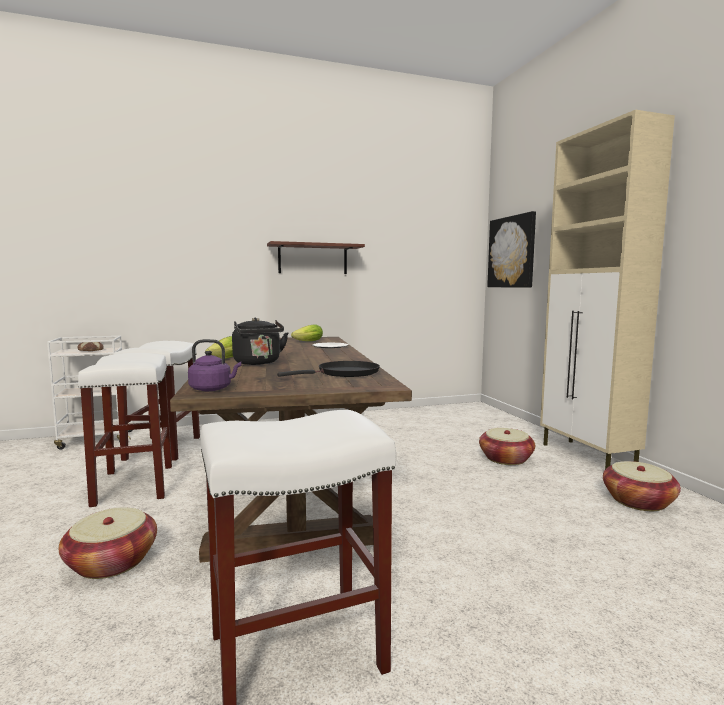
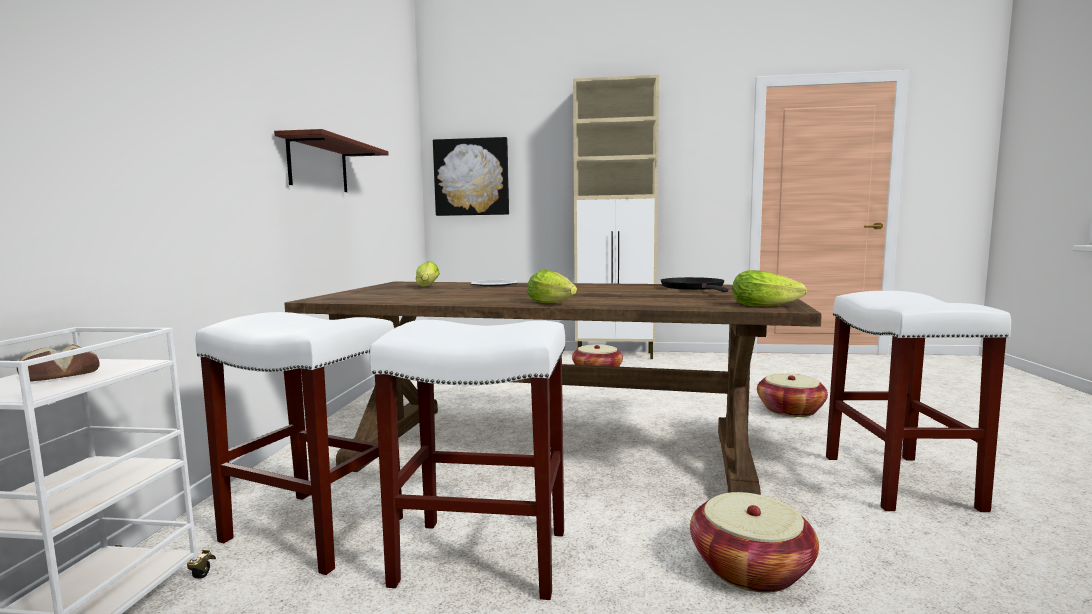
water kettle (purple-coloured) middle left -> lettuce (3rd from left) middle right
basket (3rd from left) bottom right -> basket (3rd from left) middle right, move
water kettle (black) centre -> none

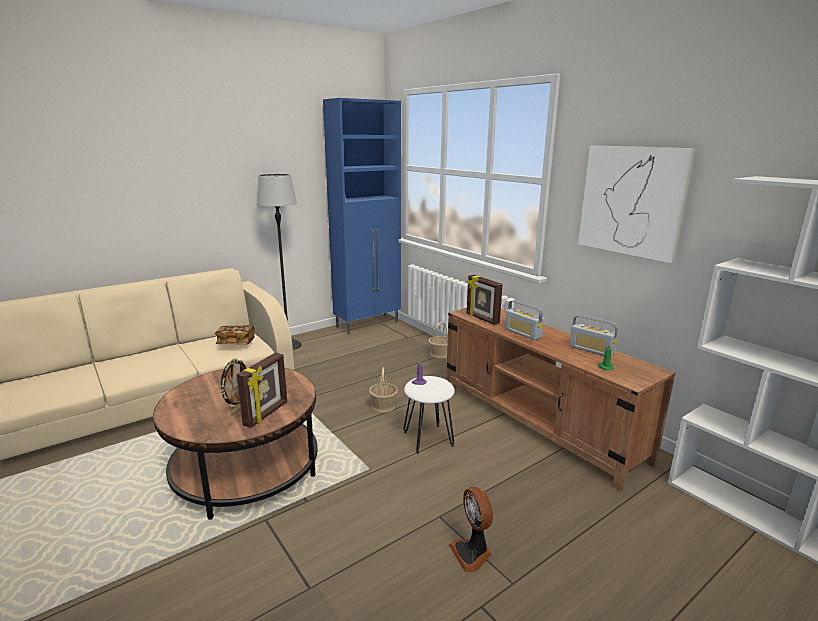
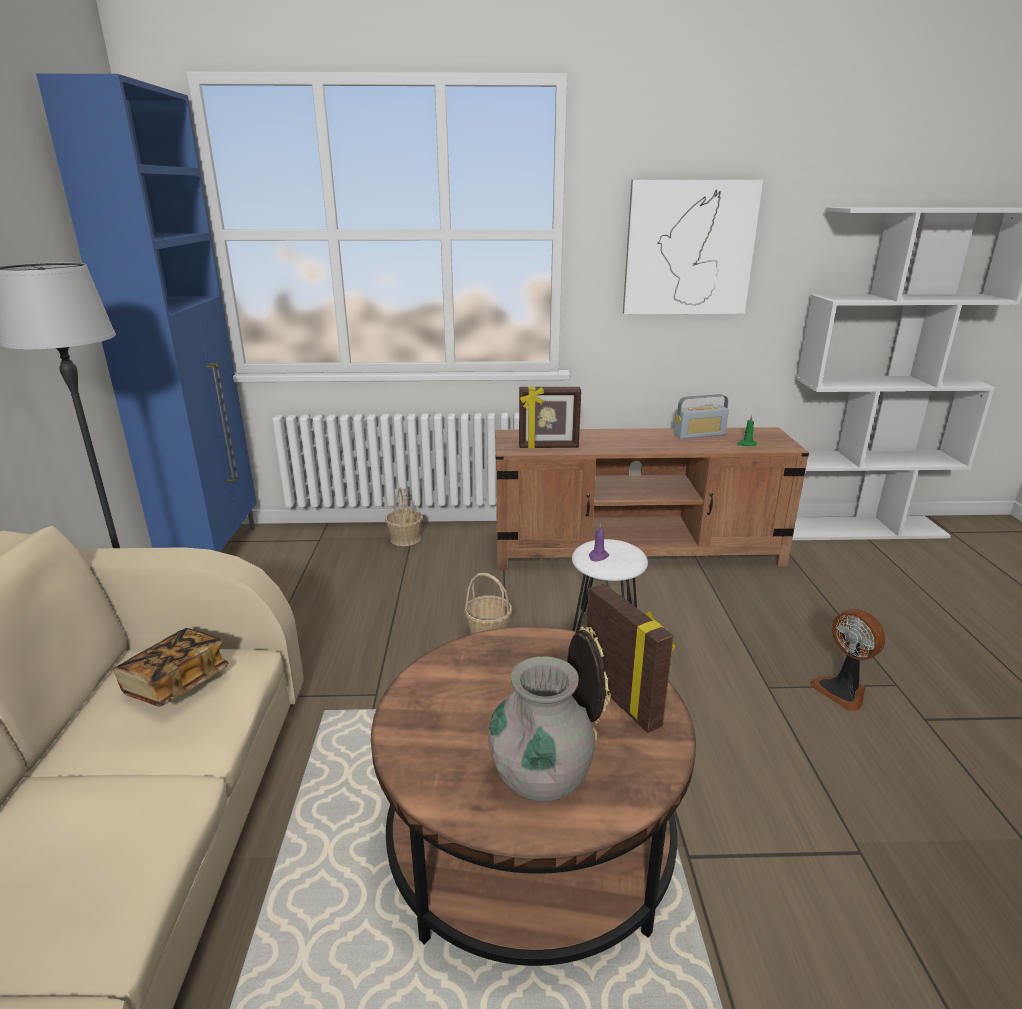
none -> decorative vase (gray) bottom centre
fan bottom centre -> fan middle right, 45 degrees clockwise
radio set (1st from left) centre -> none

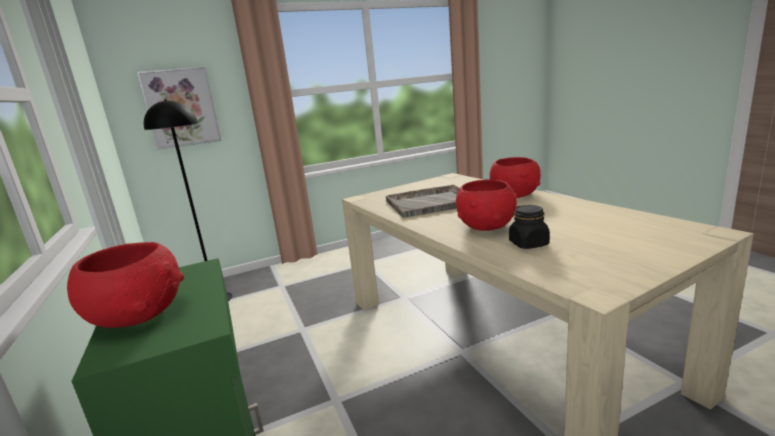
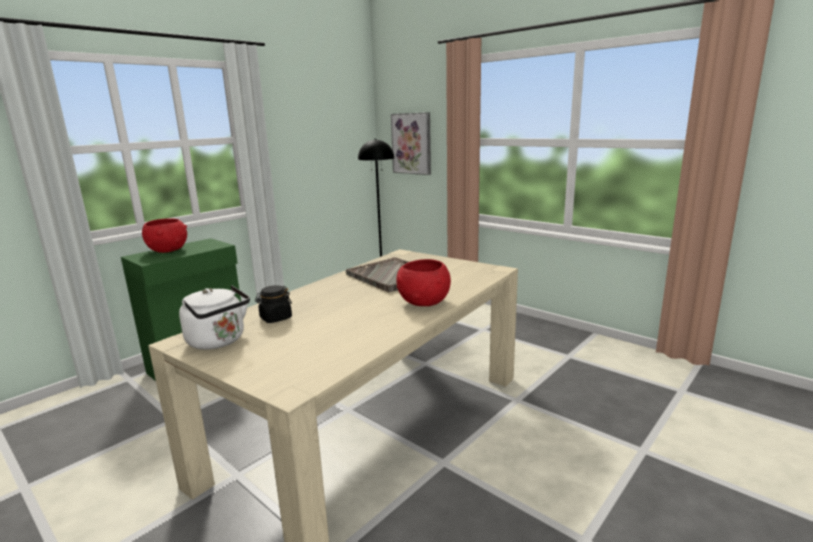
none -> water kettle (white) middle left
deep dish (red-coloured) (2nd from left) centre -> none

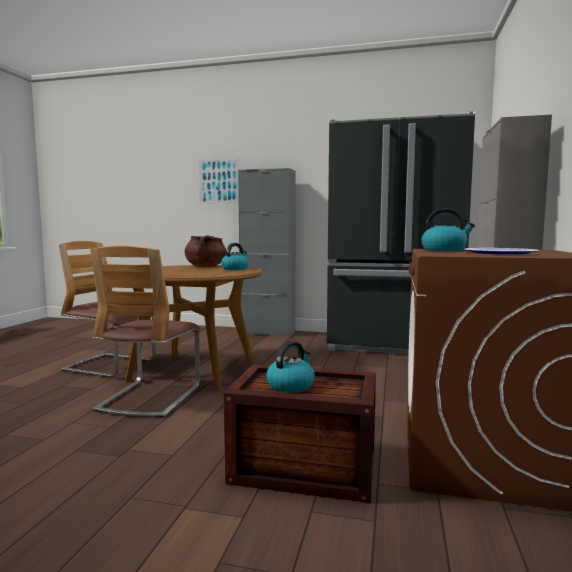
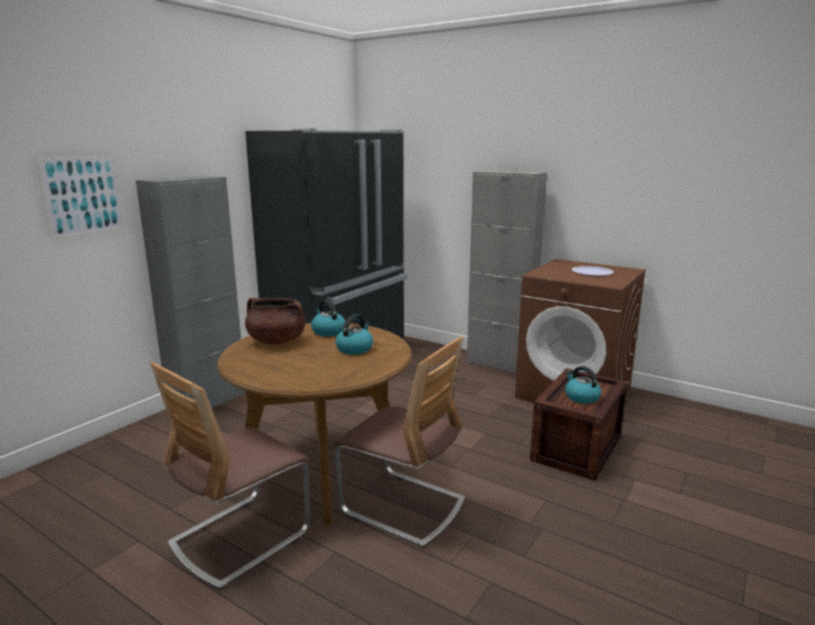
water kettle (3rd from left in the first image) middle right -> water kettle (2nd from left) centre, move

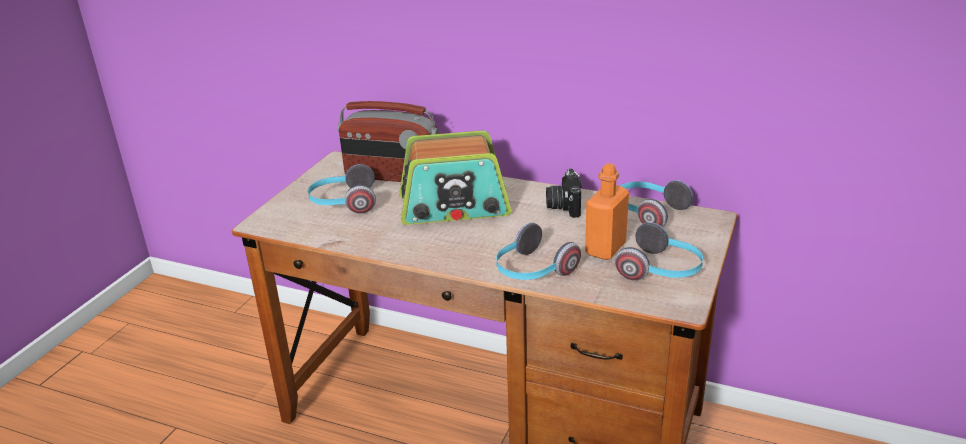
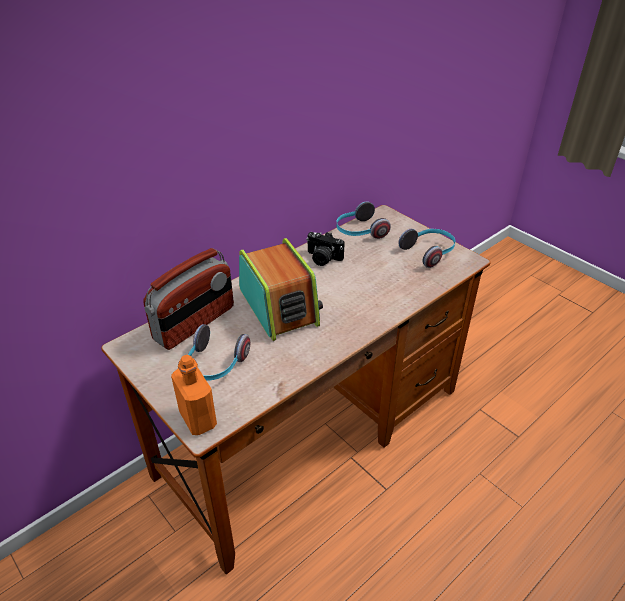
beverage bottle (orangey) centre -> beverage bottle (orangey) middle left, move
radio set (2nd from left) centre, 45 degrees counterclockwise
pair of headphones (2nd from left) centre -> none

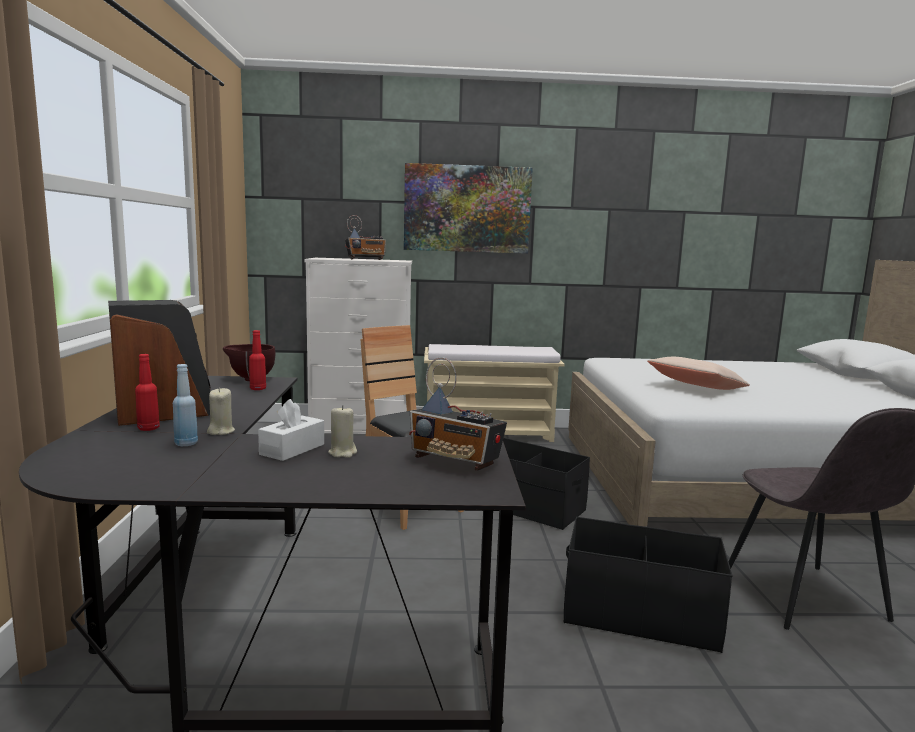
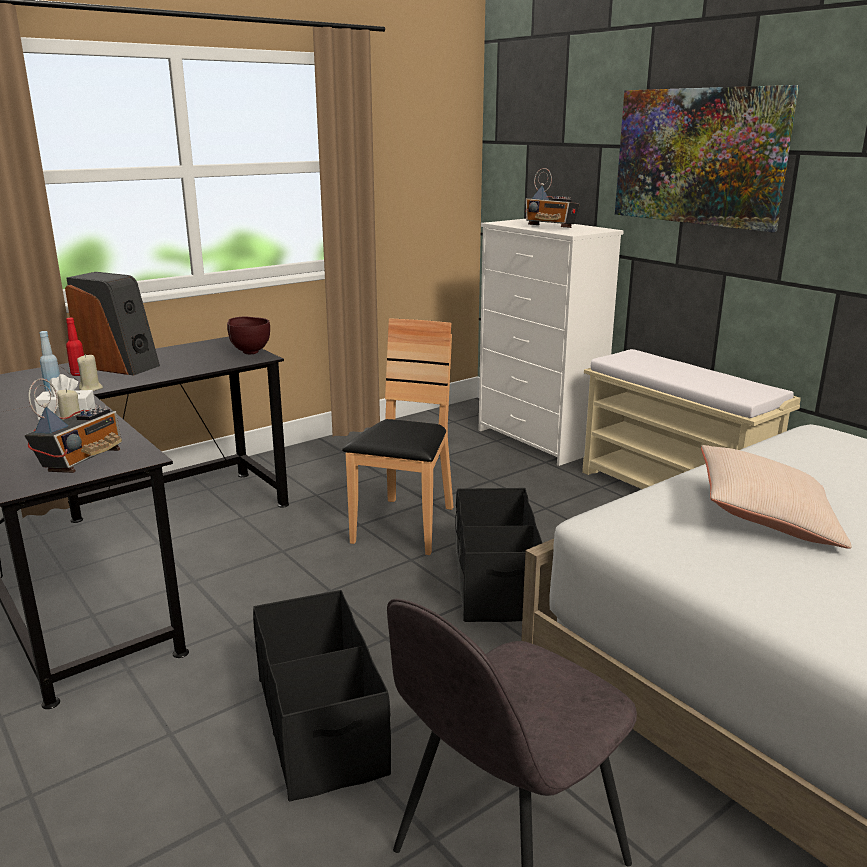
radio set (2nd from left in the first image) centre -> radio set (1st from left) middle left, 150 degrees counterclockwise
beverage bottle (red-coloured) (2nd from left) middle left -> none

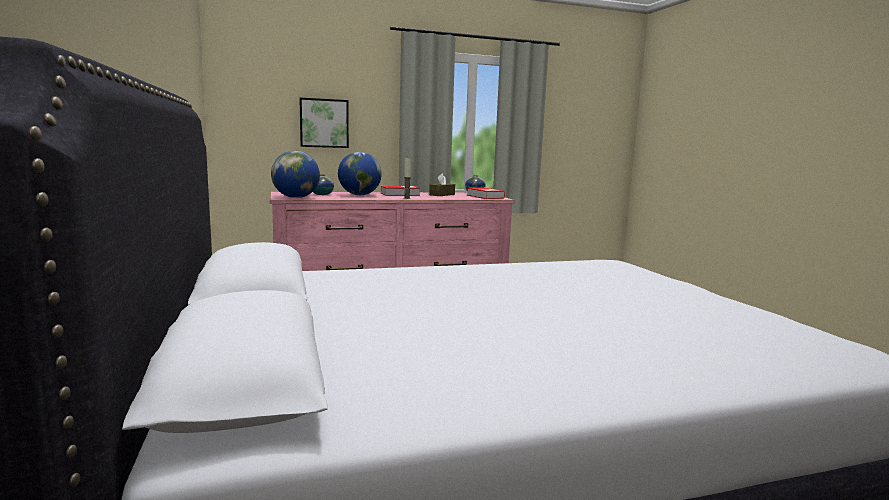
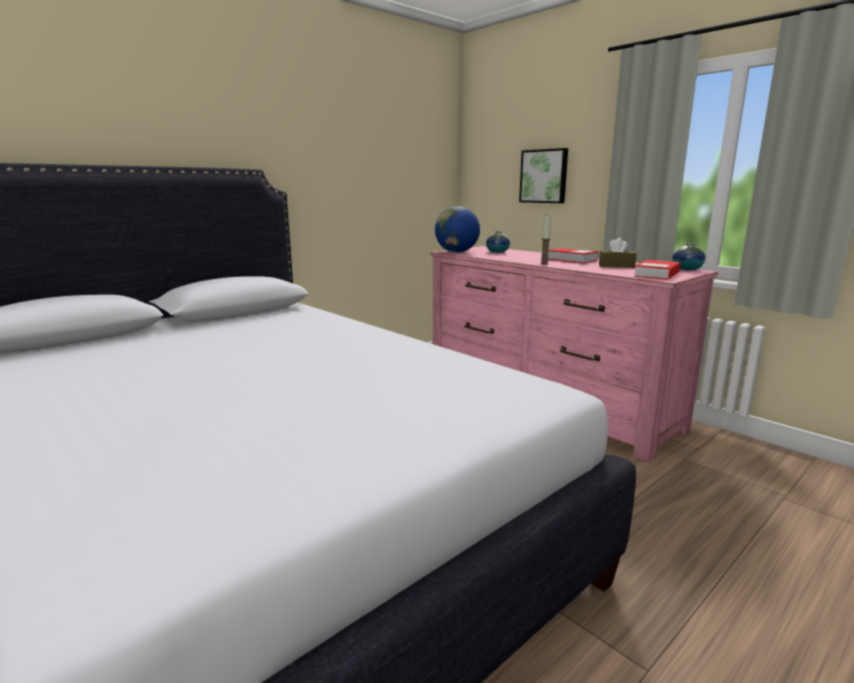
desk globe (2nd from left) centre -> none

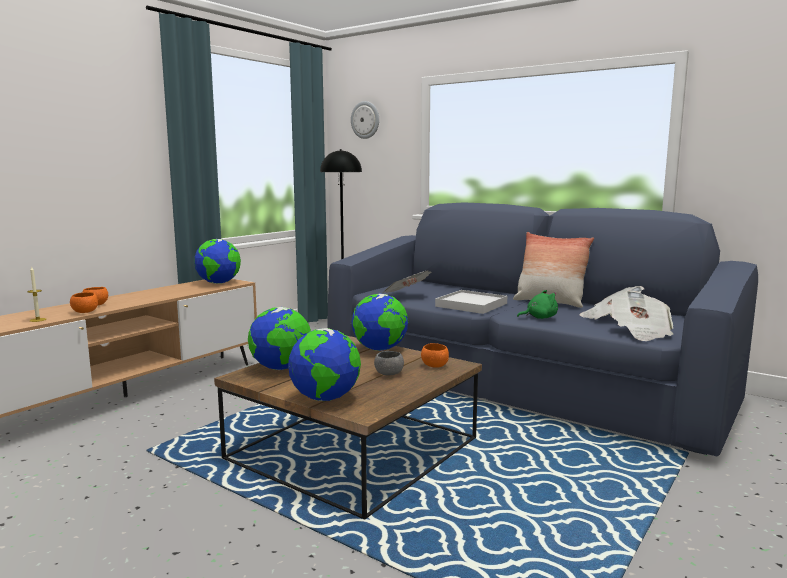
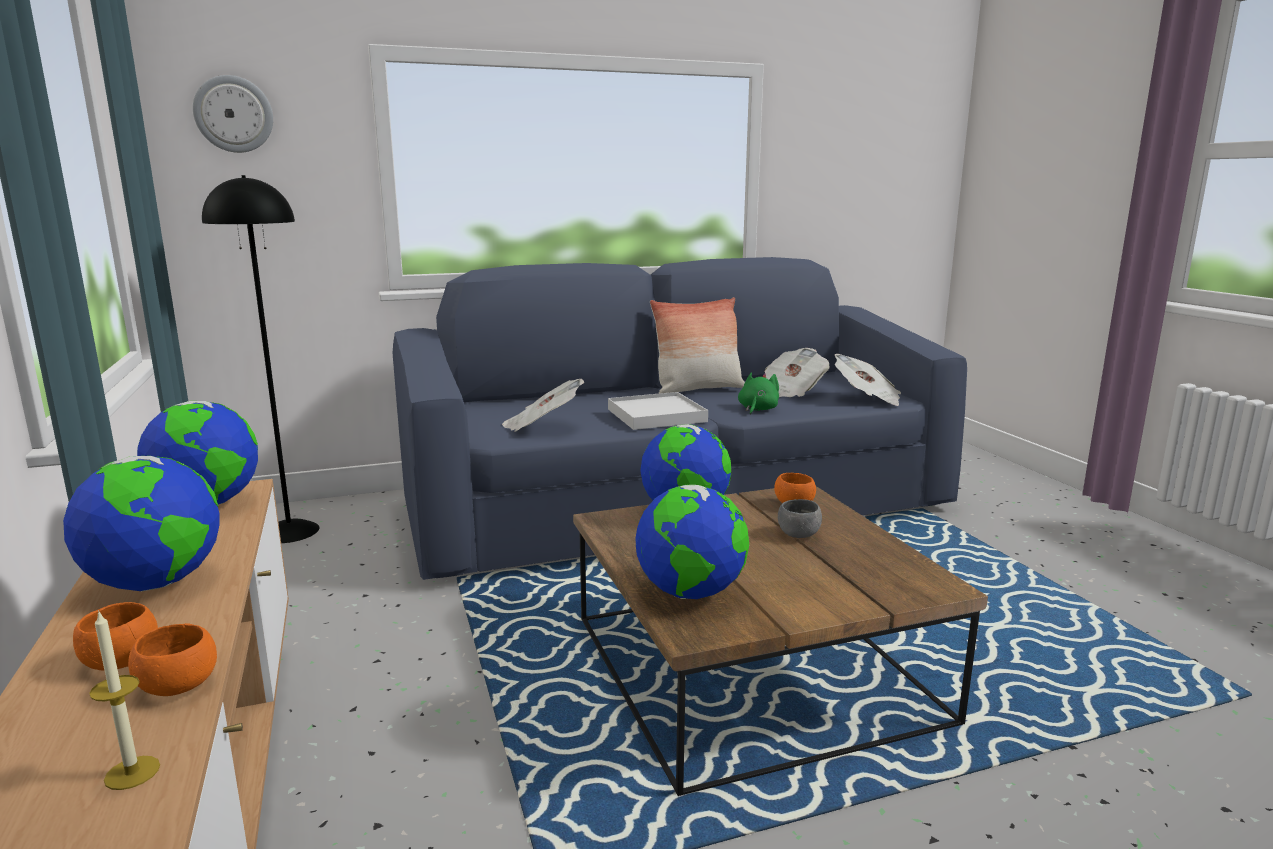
desk globe (3rd from left in the first image) centre -> desk globe (1st from left) middle left, move

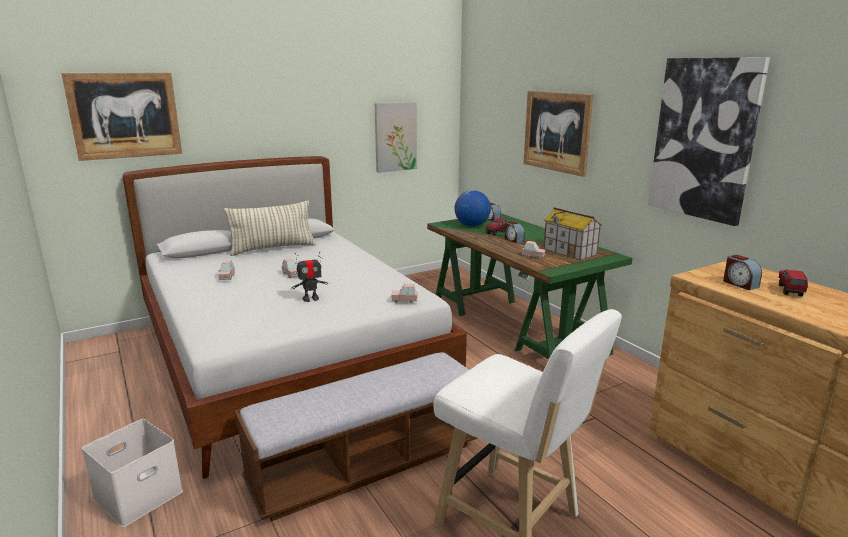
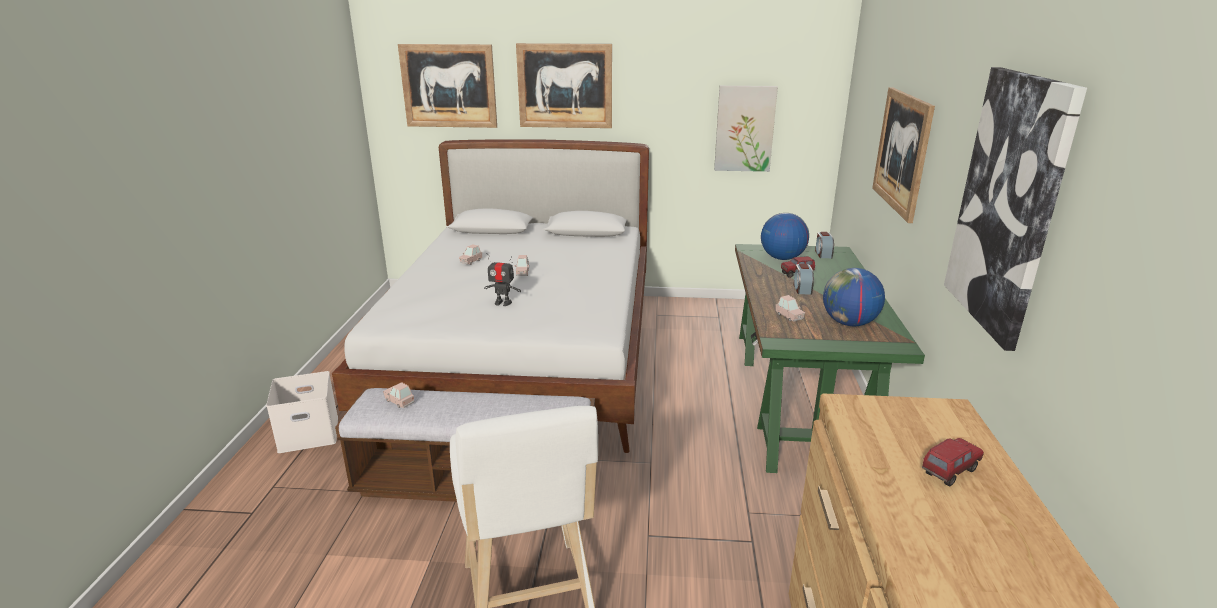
model car (pink-coloured) (3rd from left in the first image) centre -> model car (pink-coloured) (1st from left) middle left, move
none -> picture (2nd from left) top centre
model house middle right -> desk globe (2nd from left) middle right
throw pillow middle left -> none
alarm clock (3rd from left) middle right -> none

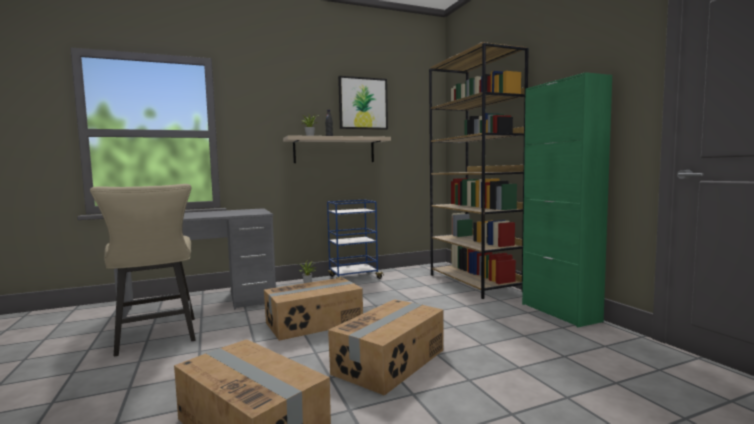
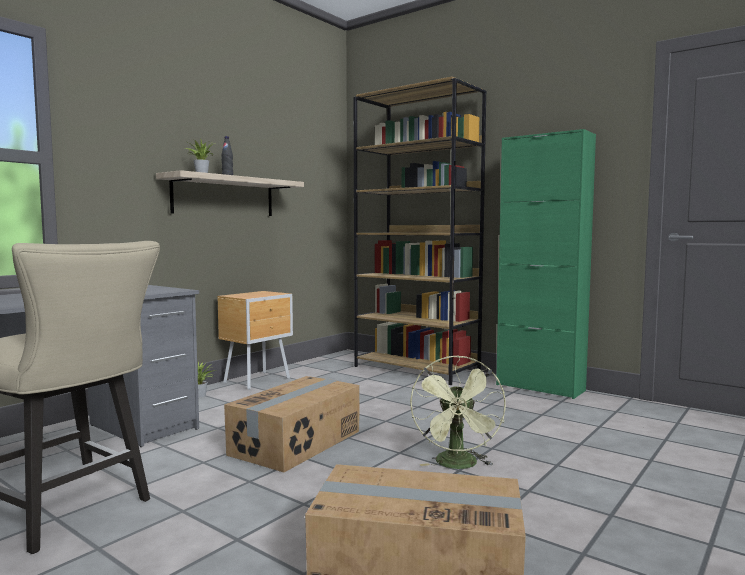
cart (bluish) centre -> nightstand (brownish) centre
cardboard box (3rd from left) bottom centre -> fan (green) bottom centre
picture top centre -> none

